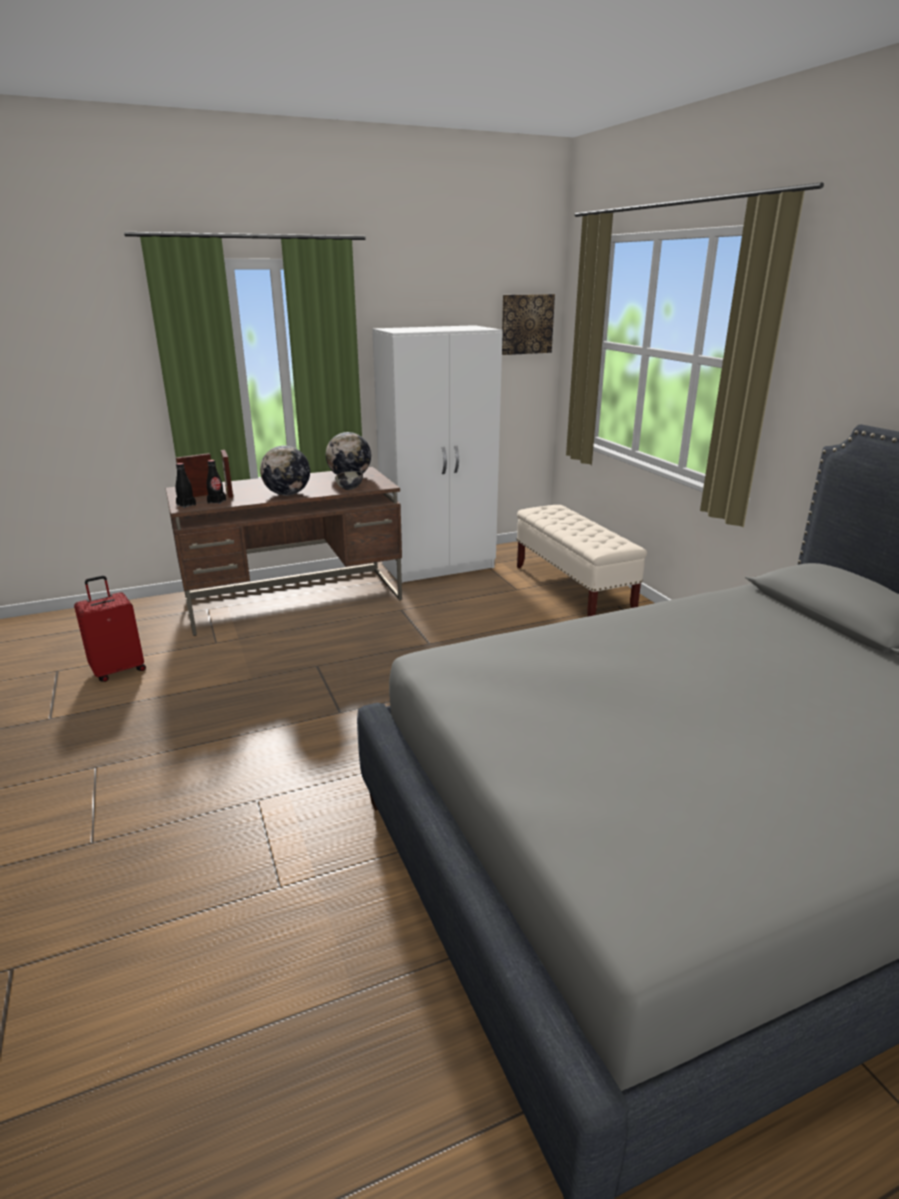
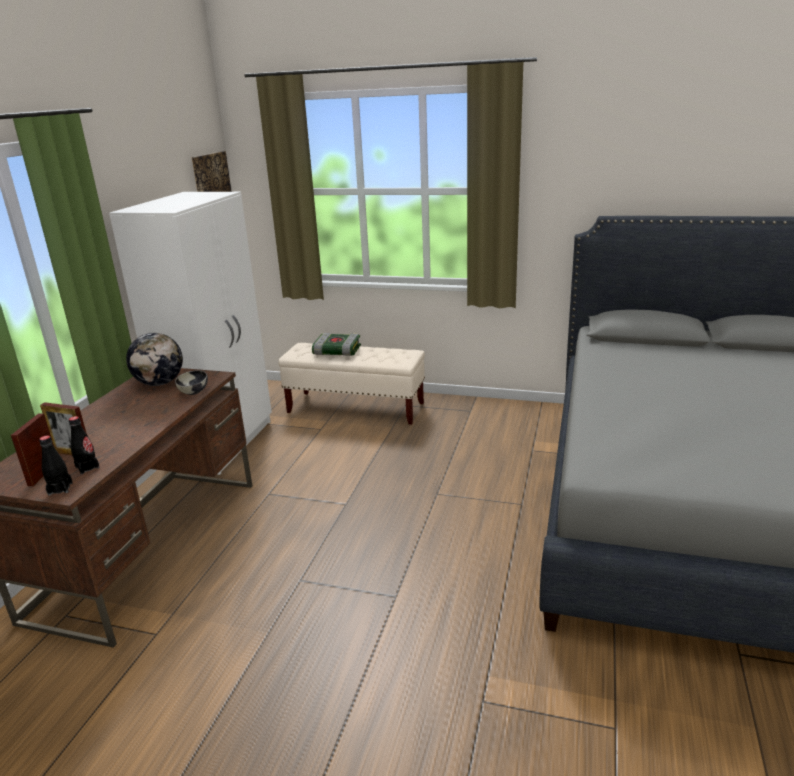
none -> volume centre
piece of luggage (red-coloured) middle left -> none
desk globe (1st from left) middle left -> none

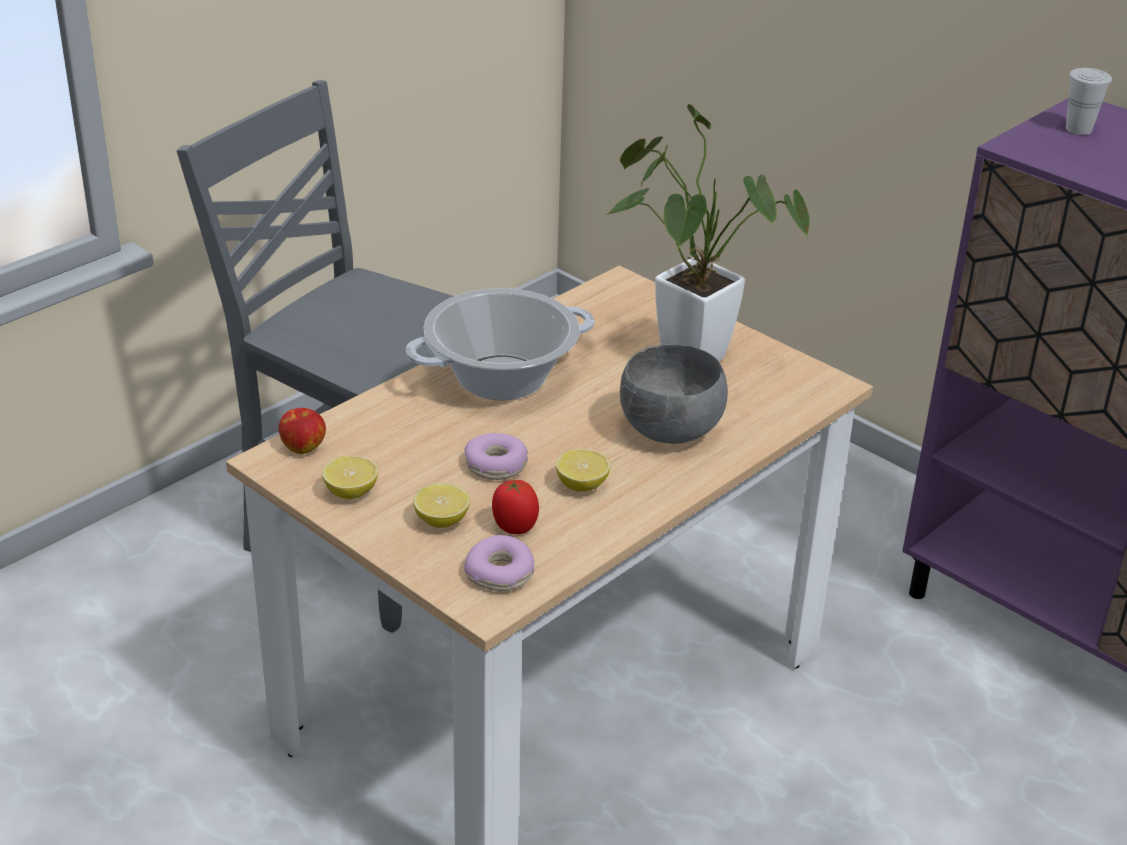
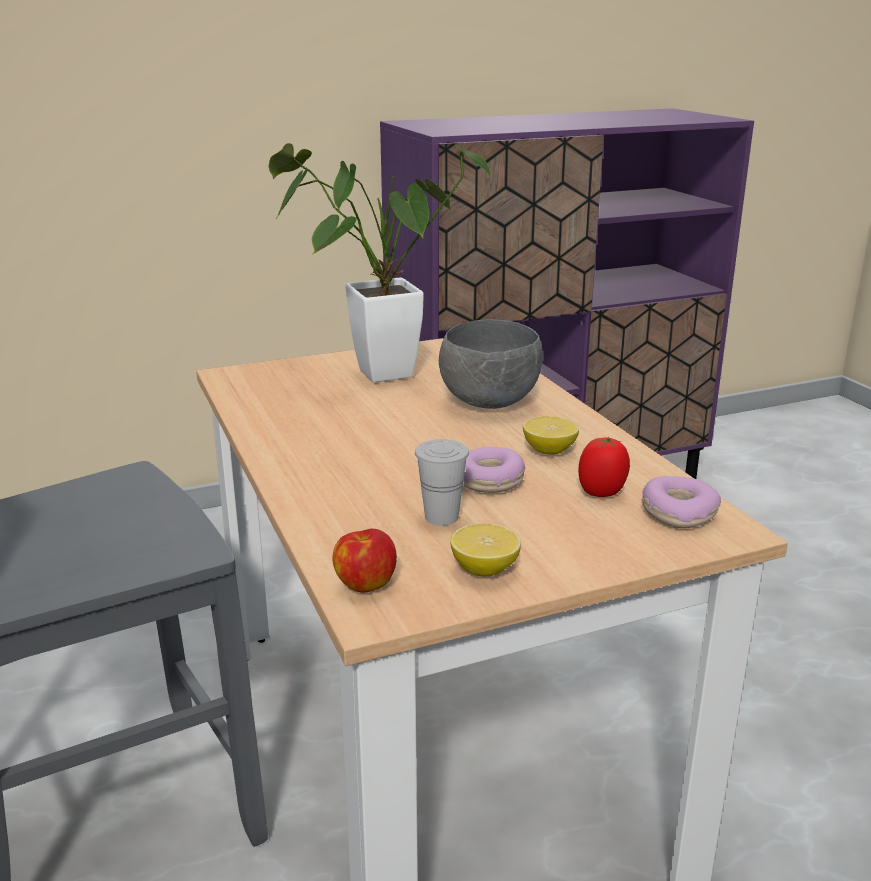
drinking cup (white) top right -> drinking cup (white) centre, move
stockpot centre -> none
citrus fruit (2nd from left) centre -> none

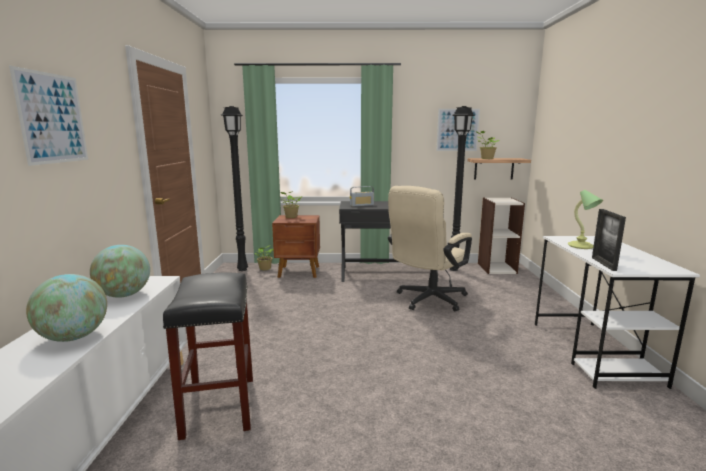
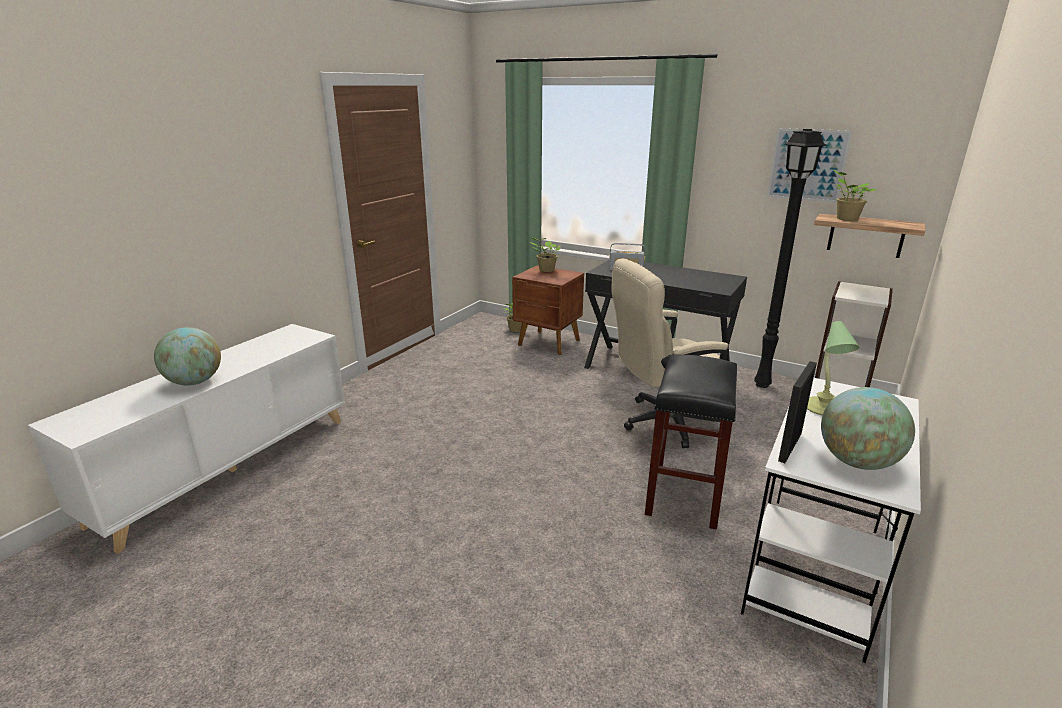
sitting stool (black) bottom left -> sitting stool (black) centre, move
desk globe (2nd from left) middle left -> desk globe (2nd from left) middle right, move
picture (1st from left) top left -> none
standing lamp (black) (1st from left) middle left -> none

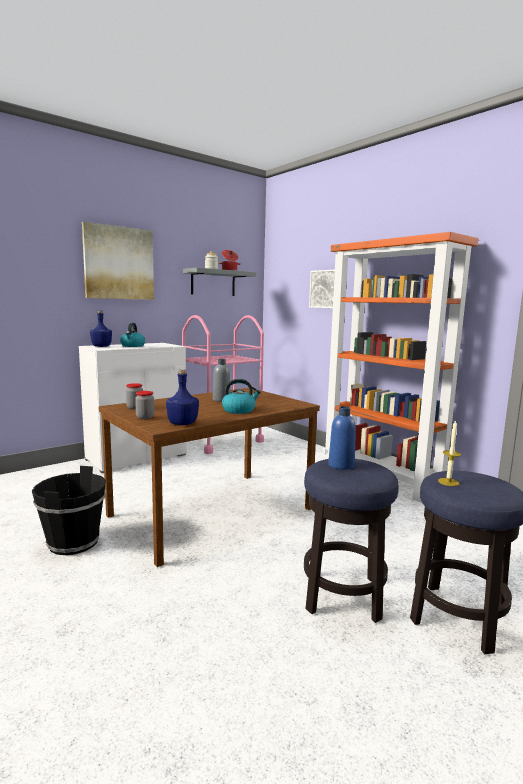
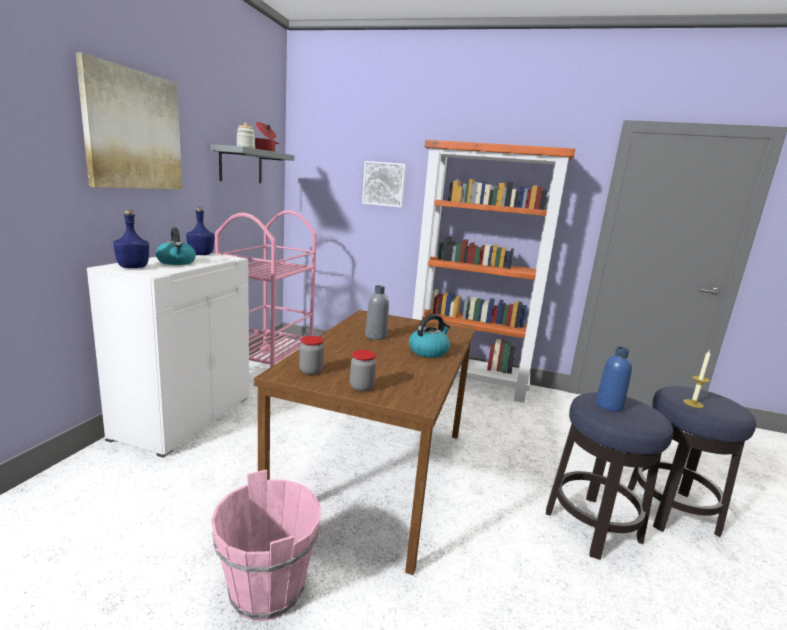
beverage bottle (bluish) (2nd from left) centre -> beverage bottle (bluish) (2nd from left) middle left, move
water bucket (black) middle left -> water bucket (pink-coloured) bottom centre

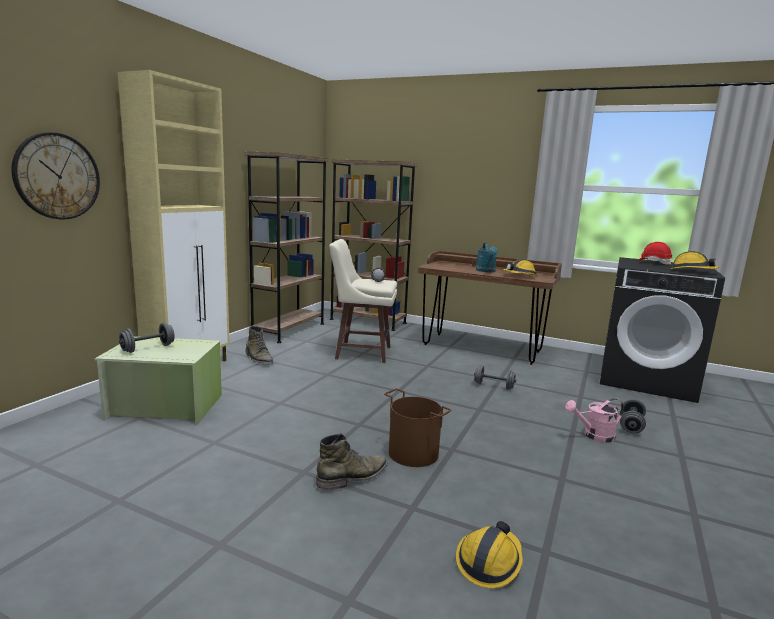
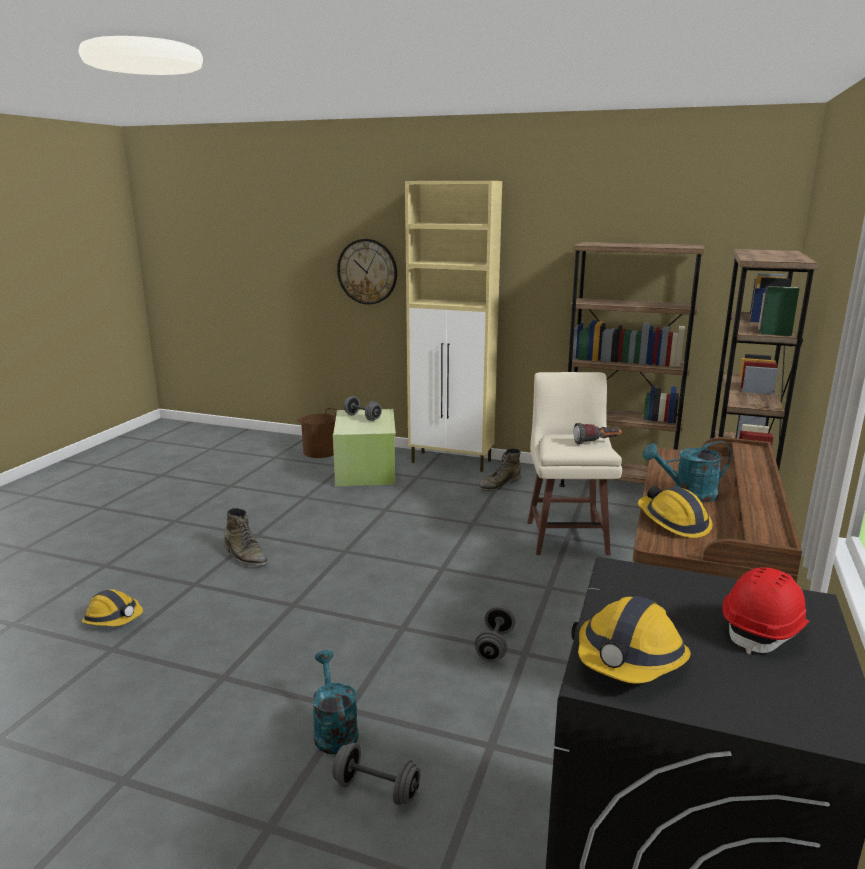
water bucket (brownish) bottom centre -> water bucket (brownish) centre, move
watering pot (pink-coloured) bottom right -> watering pot (turquoise-coloured) (1st from left) bottom centre

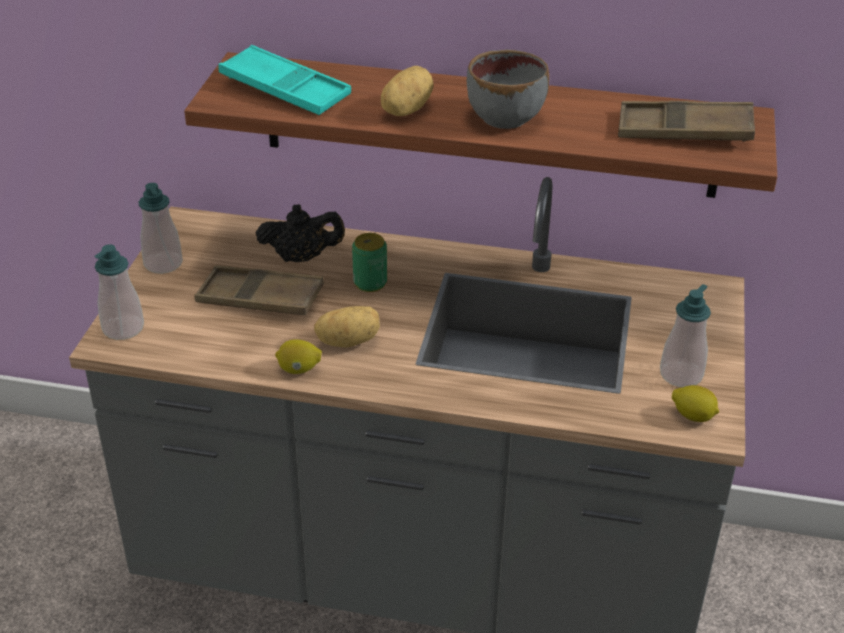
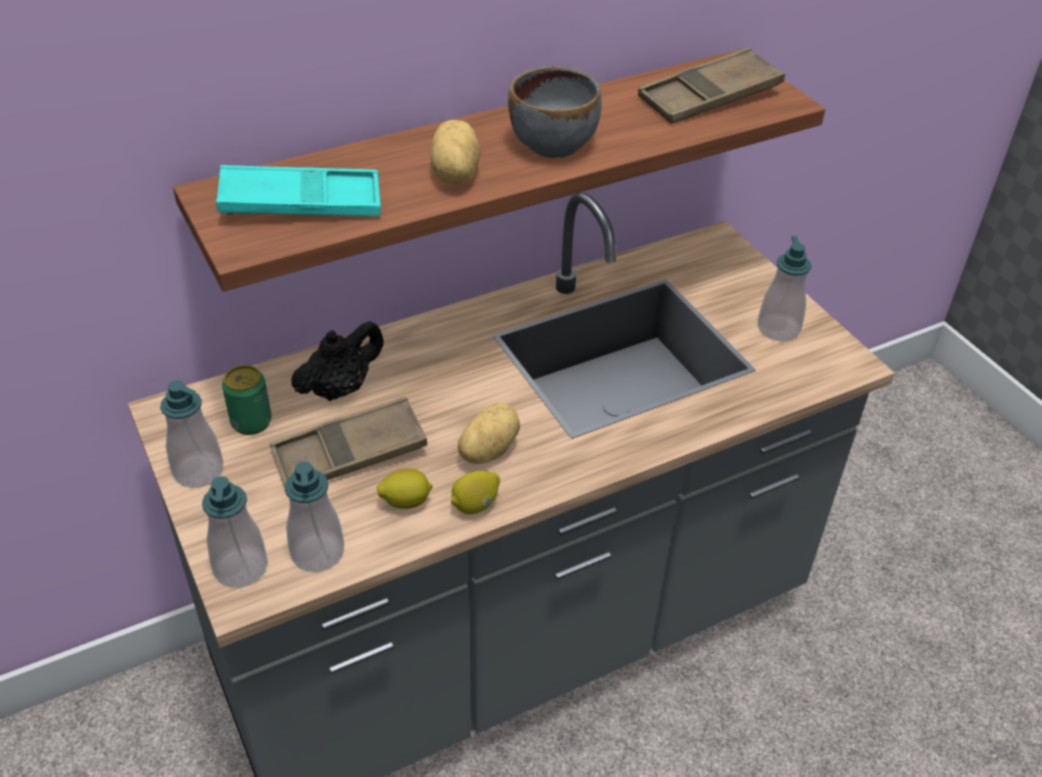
sealed can centre -> sealed can middle left, move
none -> soap dispenser (3rd from left) middle left
citrus fruit (2nd from left in the first image) middle right -> citrus fruit (1st from left) centre, move

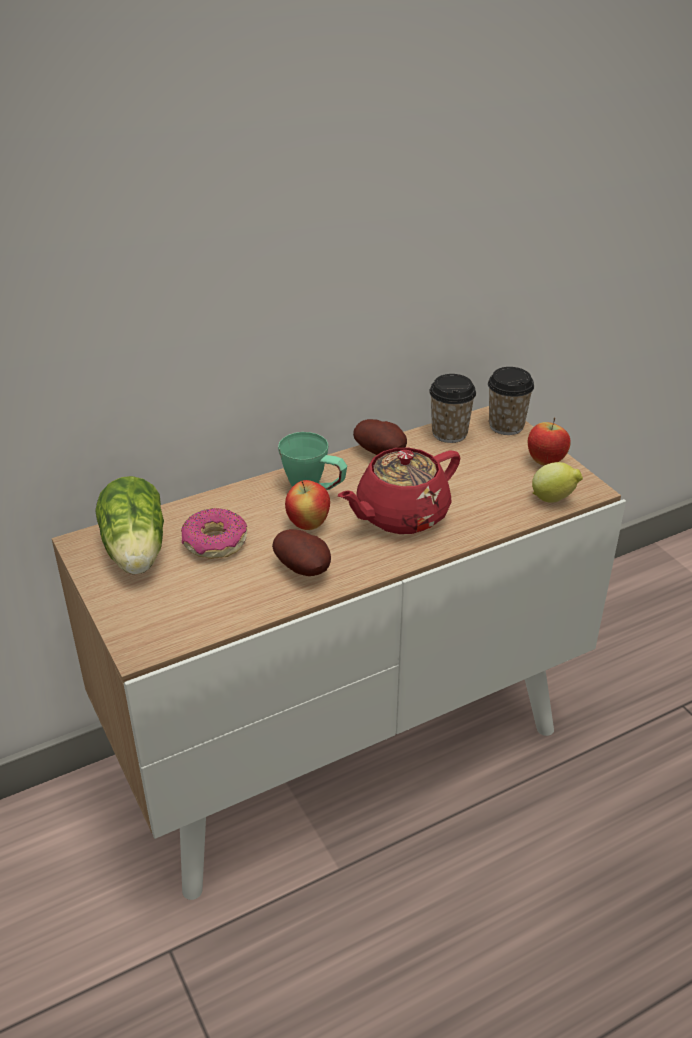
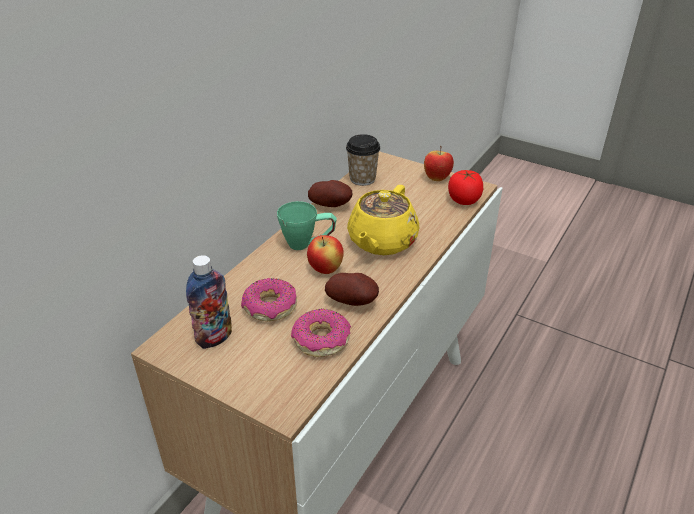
lettuce middle left -> beverage bottle middle left
none -> donut (2nd from left) centre
tea pot (red-coloured) centre -> tea pot (yellow) centre
citrus fruit middle right -> tomato middle right
drinking cup (2nd from left) middle right -> none

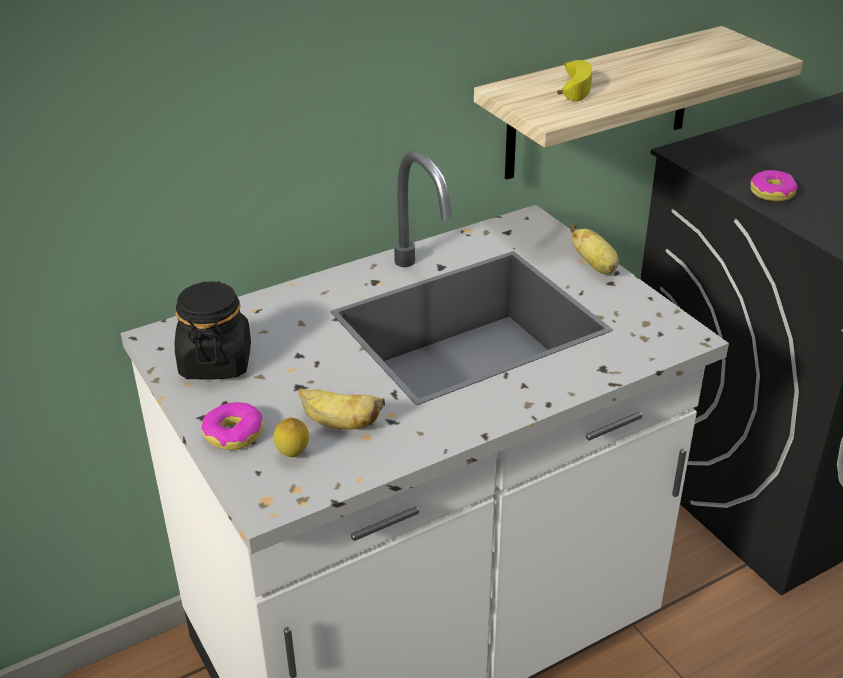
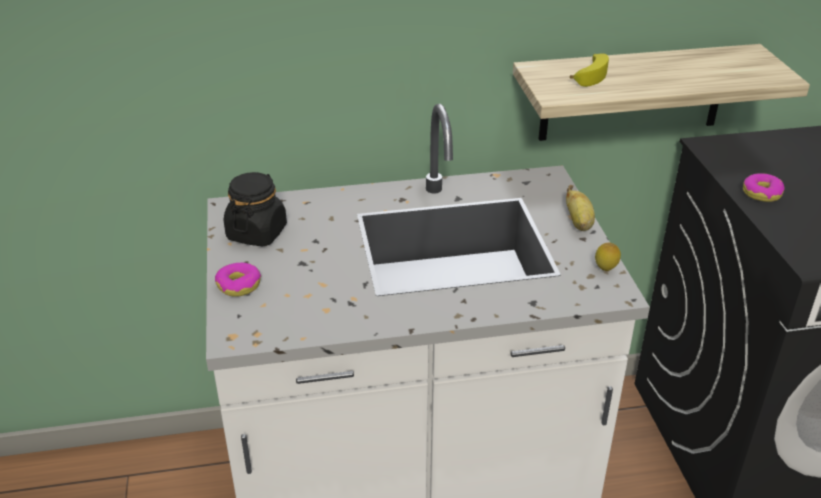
citrus fruit centre -> citrus fruit middle right, move
banana (1st from left) centre -> none

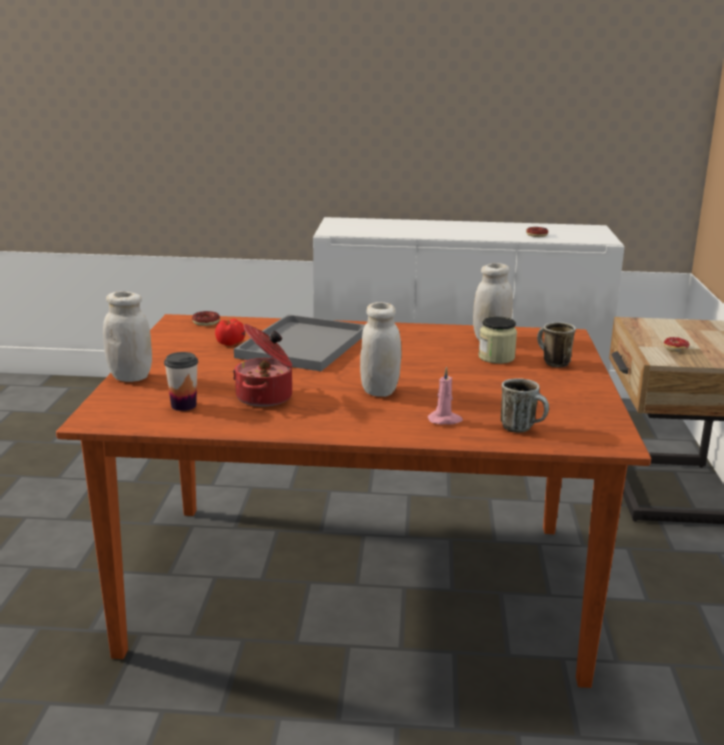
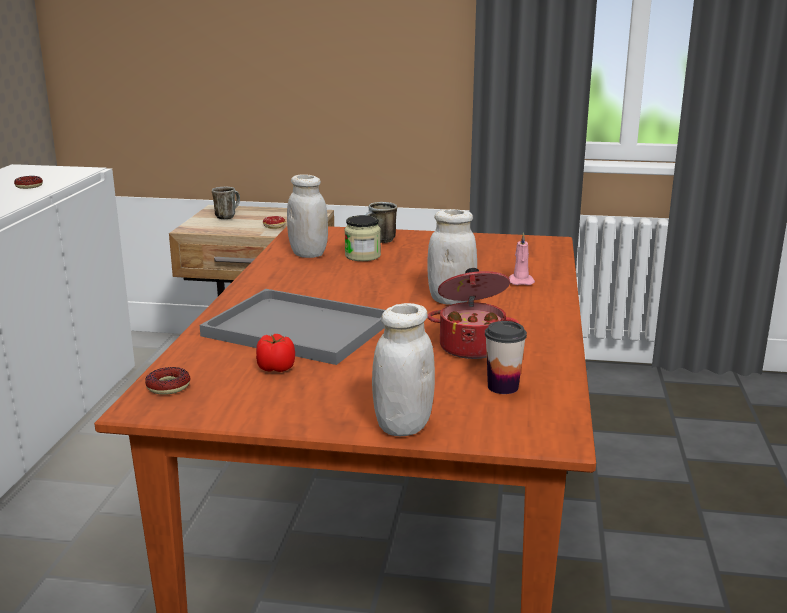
tea mug (1st from left) middle right -> tea mug (1st from left) top left, move

